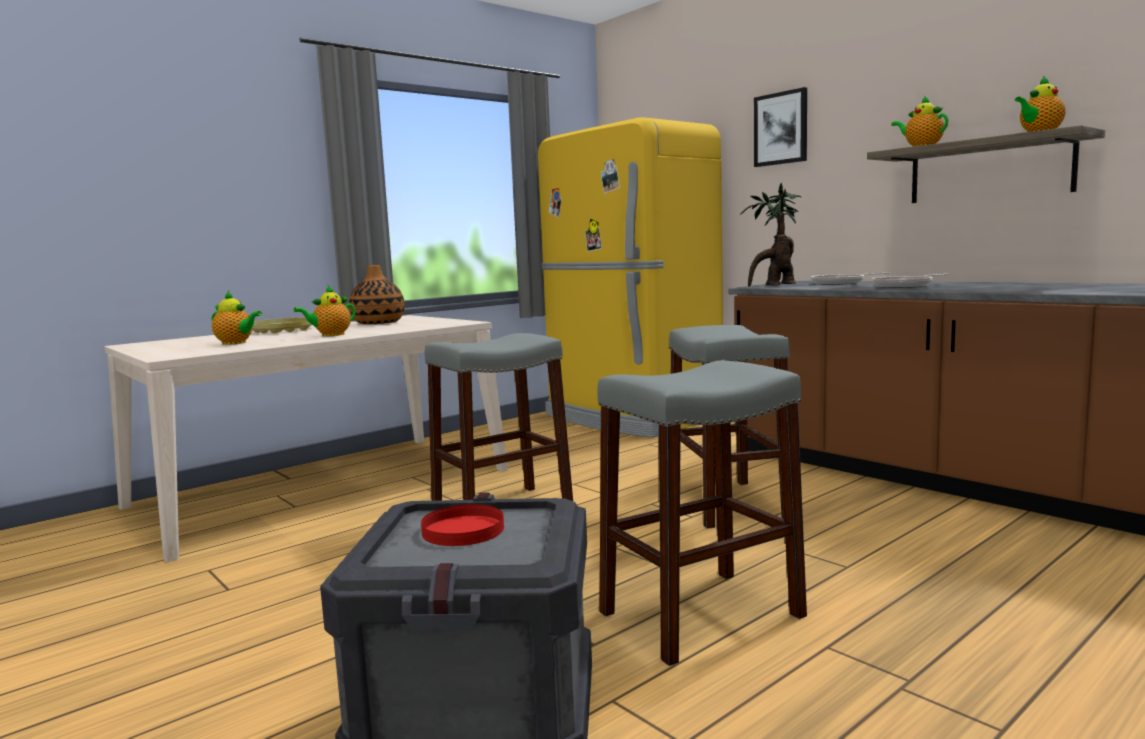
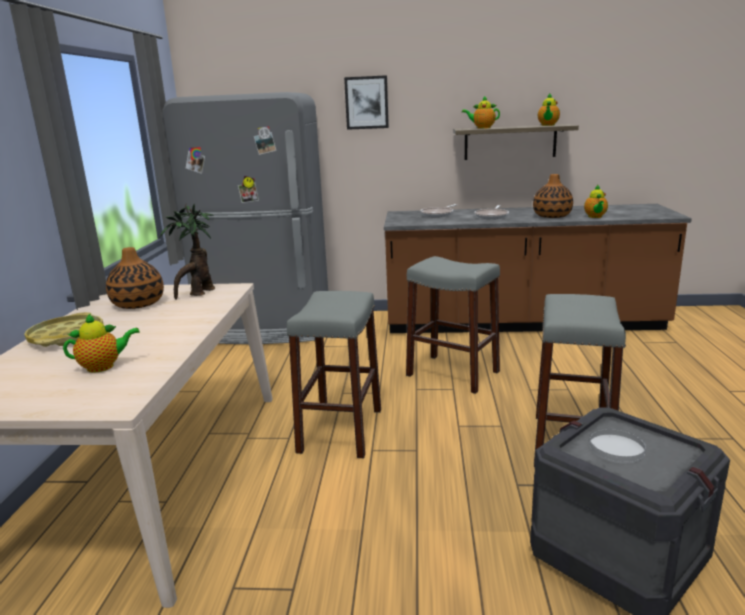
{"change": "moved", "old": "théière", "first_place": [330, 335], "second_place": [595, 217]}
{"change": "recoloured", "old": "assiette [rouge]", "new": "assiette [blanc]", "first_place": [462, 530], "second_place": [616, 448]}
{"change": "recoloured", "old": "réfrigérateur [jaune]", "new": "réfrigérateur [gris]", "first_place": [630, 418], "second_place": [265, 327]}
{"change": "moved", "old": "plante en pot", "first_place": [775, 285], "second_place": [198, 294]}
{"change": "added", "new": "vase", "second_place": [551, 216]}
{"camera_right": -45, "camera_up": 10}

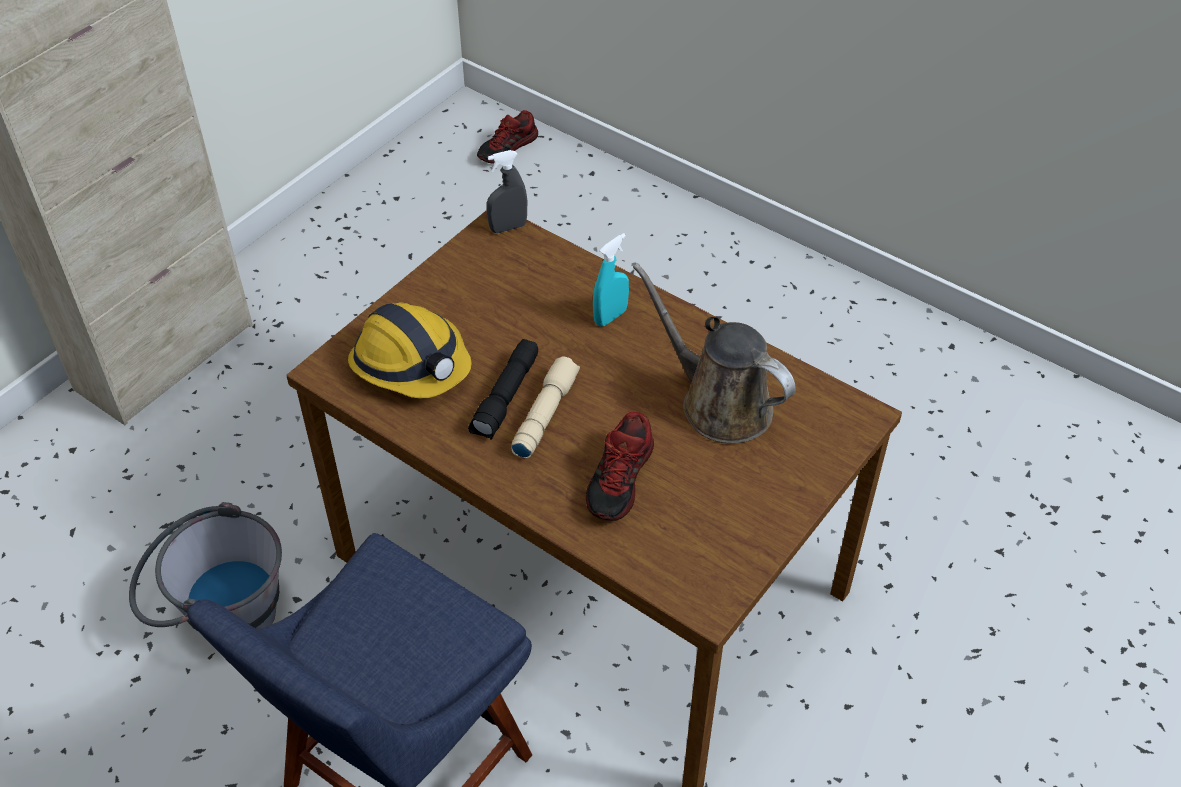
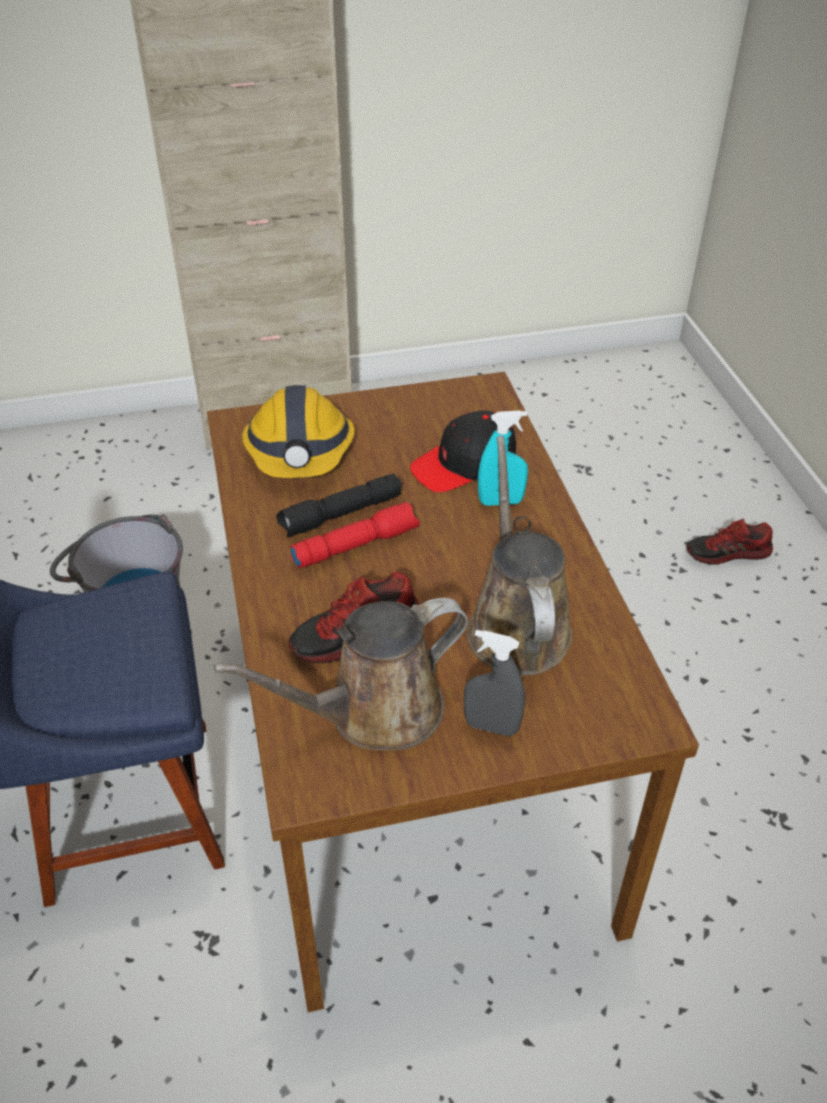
{"change": "moved", "old": "chaussure", "first_place": [508, 148], "second_place": [728, 553]}
{"change": "moved", "old": "vaporisateur [gris]", "first_place": [508, 227], "second_place": [491, 726]}
{"change": "recoloured", "old": "lampe de poche [beige]", "new": "lampe de poche [rouge]", "first_place": [544, 414], "second_place": [355, 544]}
{"change": "added", "new": "arrosoir [marron]", "second_place": [374, 712]}
{"change": "added", "new": "casquette [noir]", "second_place": [464, 464]}
{"camera_right": 40, "camera_up": -5}

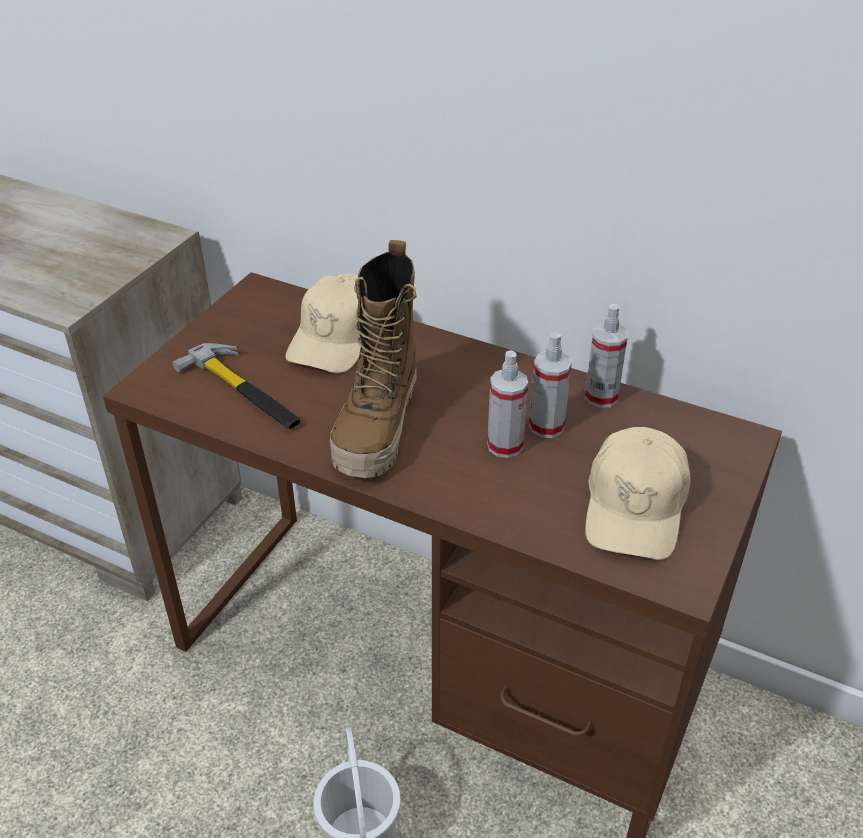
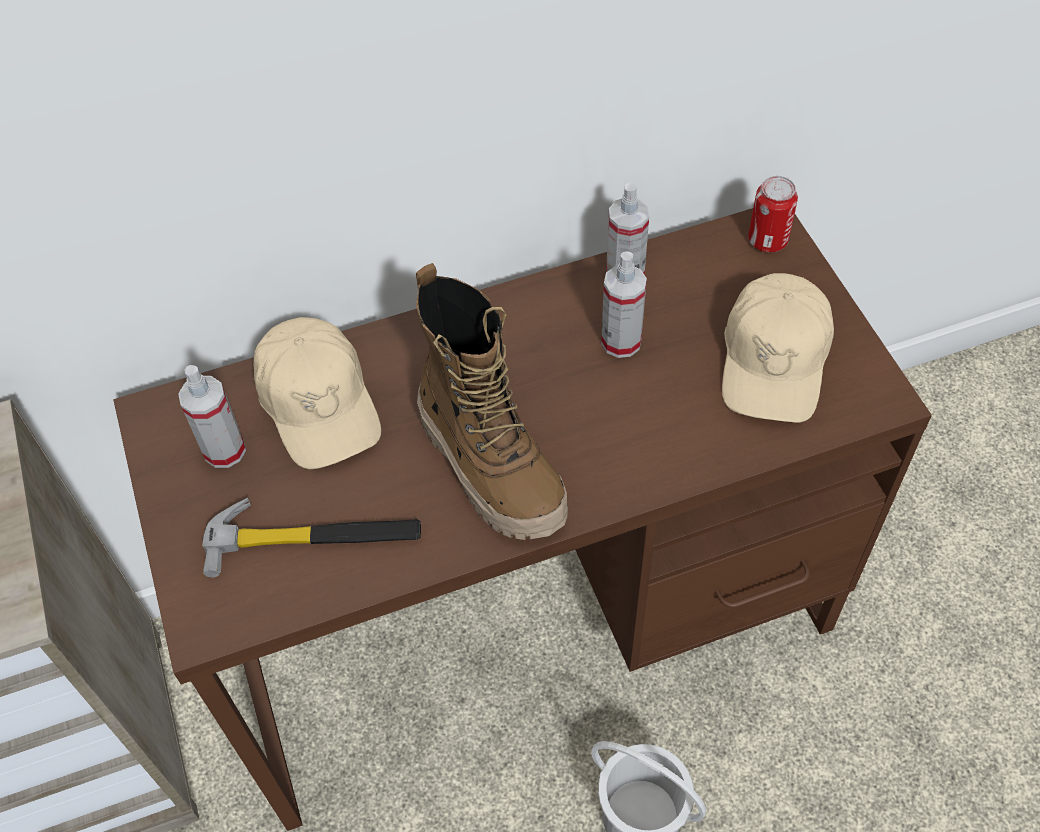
{"change": "moved", "old": "vaporisateur", "first_place": [505, 445], "second_place": [224, 450]}
{"change": "turned", "old": "casquette [beige]", "first_place": [635, 506], "second_place": [774, 360], "degrees": 45}
{"change": "added", "new": "boîte métallique", "second_place": [767, 240]}
{"camera_right": -45, "camera_up": 15}

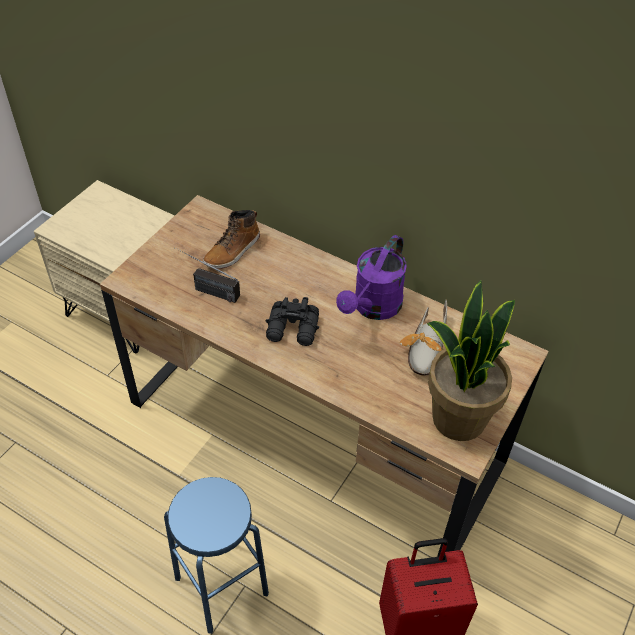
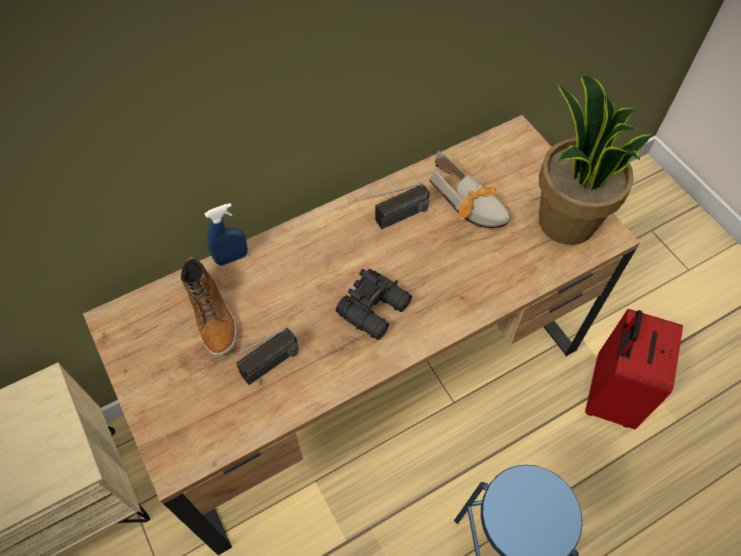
{"change": "replaced", "old": "arrosoir [violet]", "new": "radio", "first_place": [373, 308], "second_place": [389, 221]}
{"change": "added", "new": "vaporisateur [bleu]", "second_place": [232, 258]}
{"camera_right": -60, "camera_up": 10}

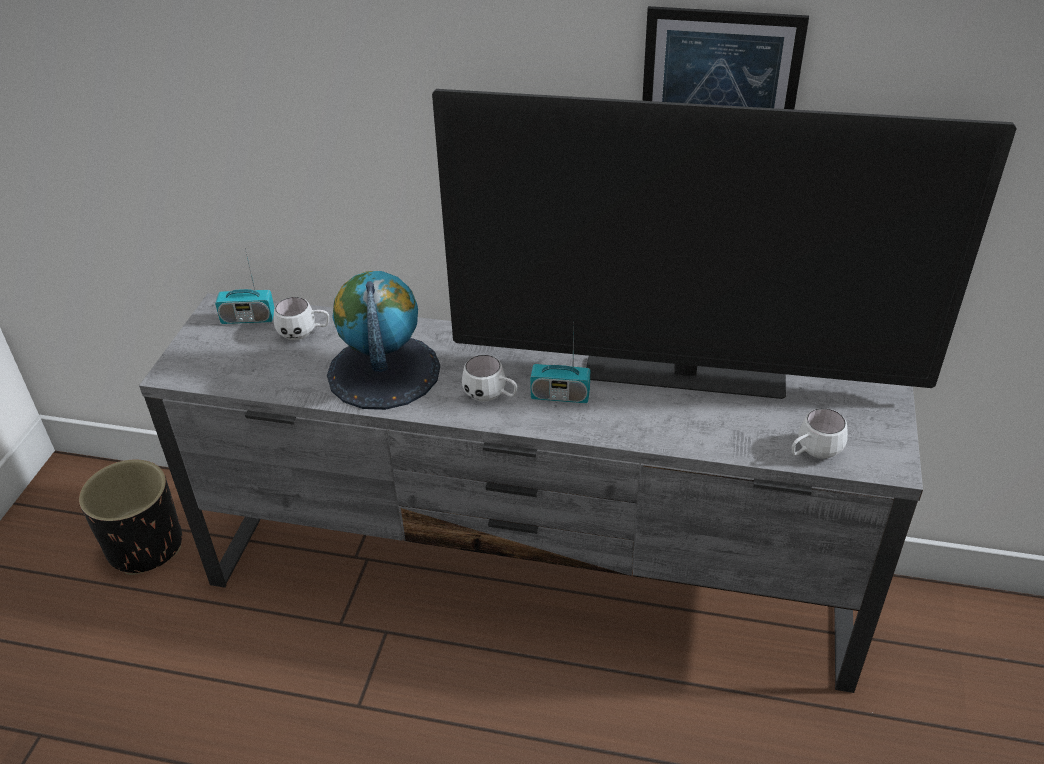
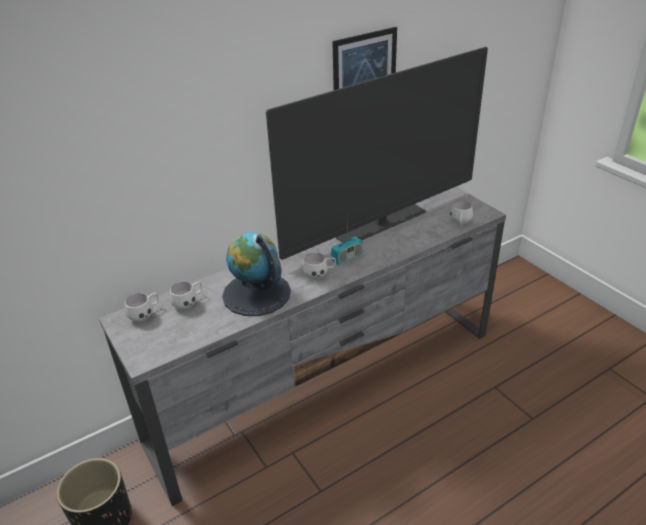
{"change": "replaced", "old": "radio", "new": "mug [blanc]", "first_place": [248, 318], "second_place": [145, 314]}
{"camera_right": -45, "camera_up": -5}

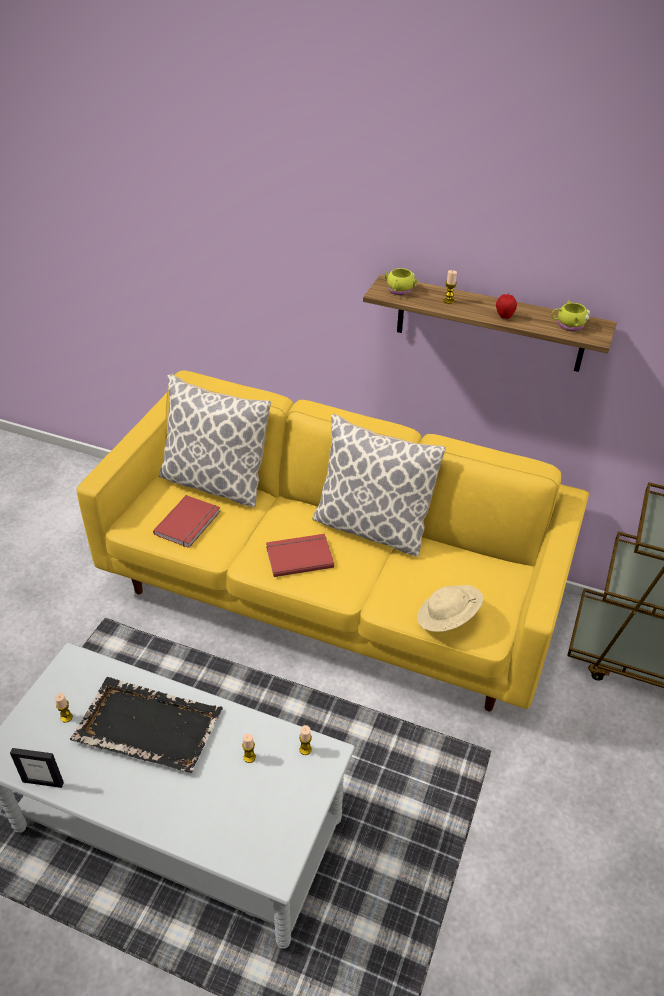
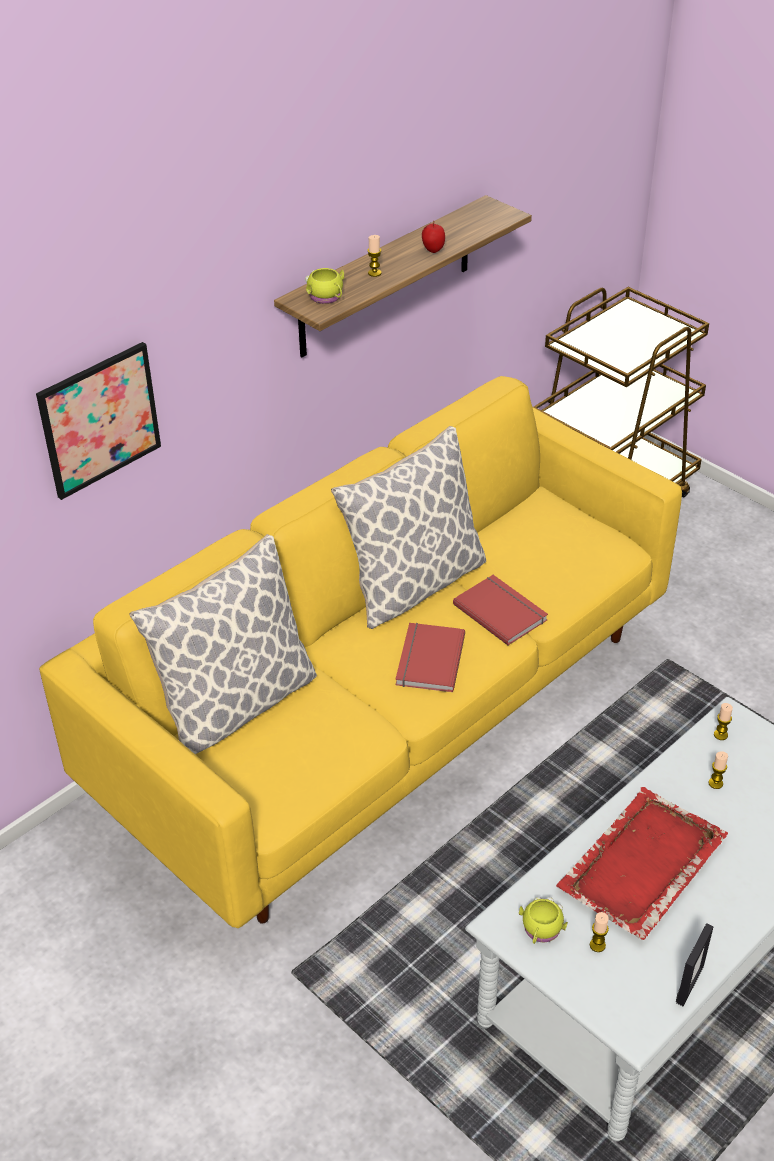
{"change": "recoloured", "old": "plateau [noir]", "new": "plateau [rouge]", "first_place": [147, 726], "second_place": [640, 866]}
{"change": "moved", "old": "livre [rouge]", "first_place": [189, 523], "second_place": [501, 611]}
{"change": "removed", "old": "chapeau [beige]", "first_place": [447, 619]}
{"change": "moved", "old": "mug [jaune]", "first_place": [568, 325], "second_place": [541, 931]}
{"change": "added", "new": "tableau", "second_place": [99, 420]}
{"camera_right": -65, "camera_up": 0}

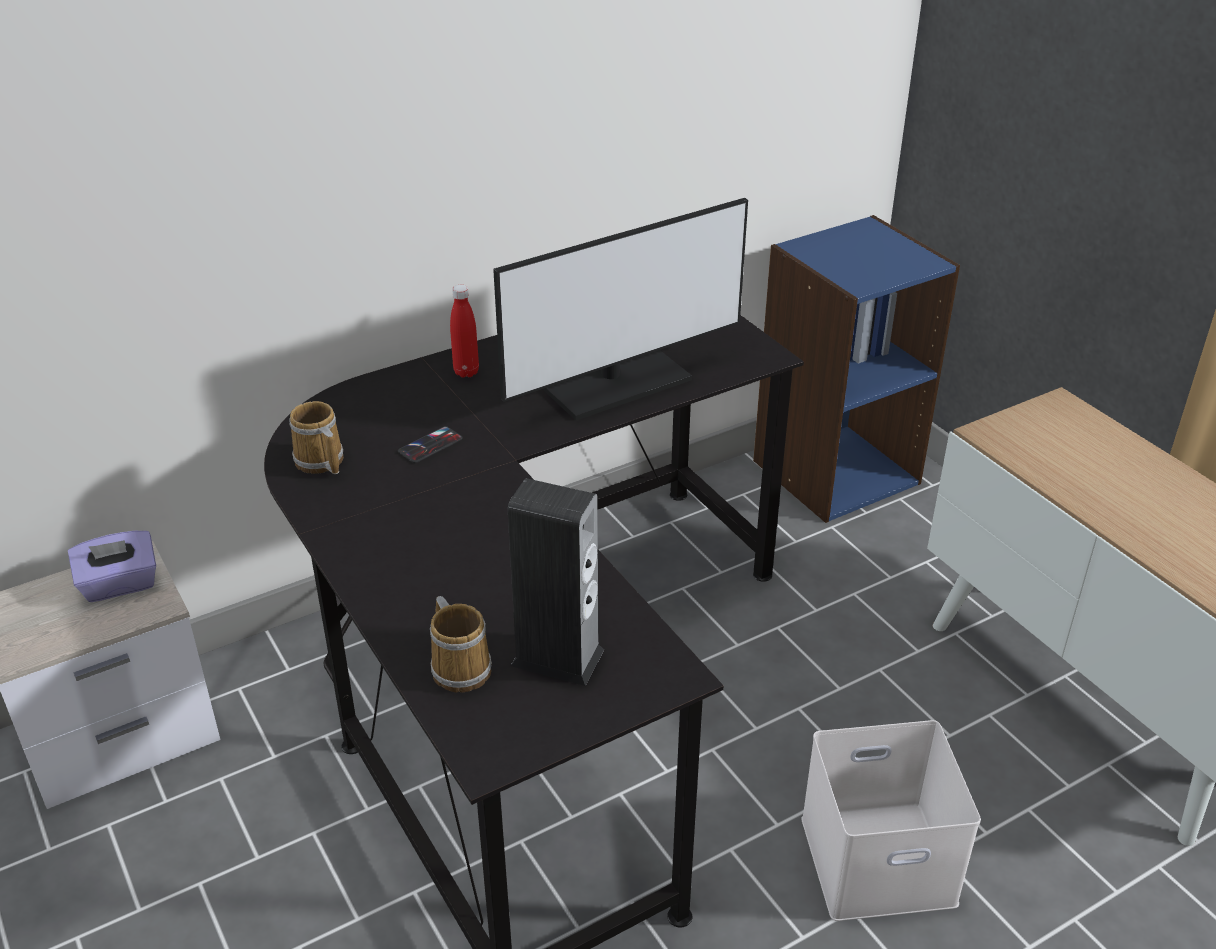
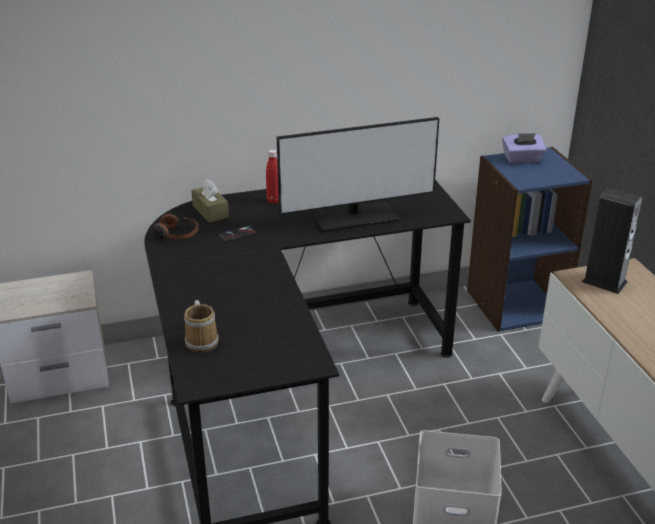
{"change": "moved", "old": "boîte à mouchoirs [violet]", "first_place": [120, 585], "second_place": [522, 160]}
{"change": "replaced", "old": "mug", "new": "casque audio", "first_place": [319, 462], "second_place": [175, 234]}
{"change": "moved", "old": "enceinte", "first_place": [557, 657], "second_place": [604, 282]}
{"change": "added", "new": "boîte à mouchoirs [marron]", "second_place": [210, 211]}
{"camera_right": 15, "camera_up": -5}

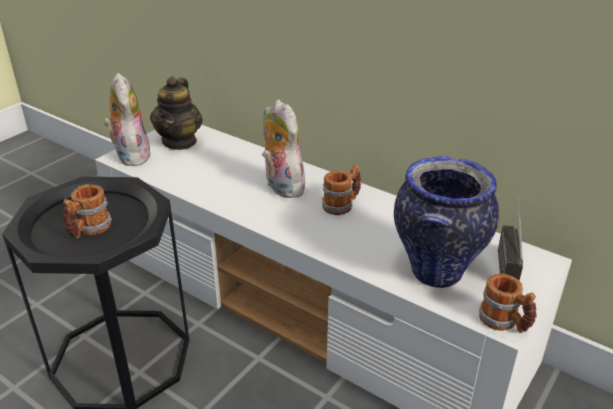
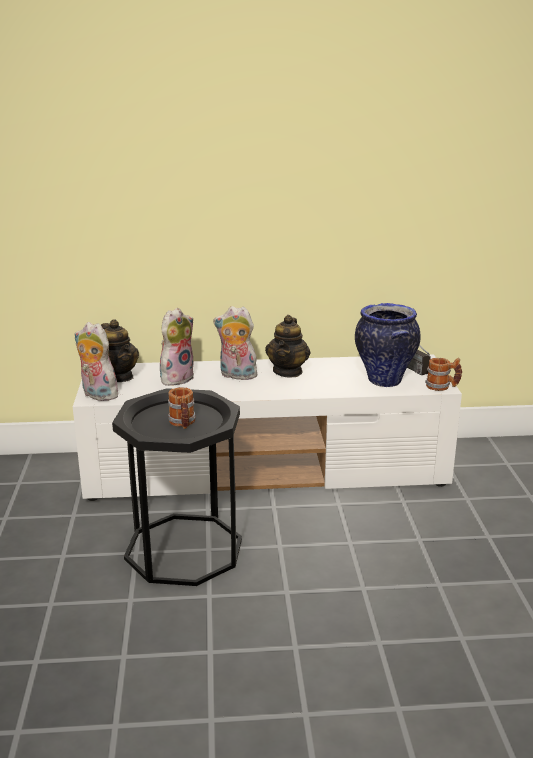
{"change": "replaced", "old": "mug", "new": "théière", "first_place": [342, 205], "second_place": [288, 371]}
{"change": "added", "new": "peluche", "second_place": [176, 378]}
{"camera_right": -40, "camera_up": -10}

